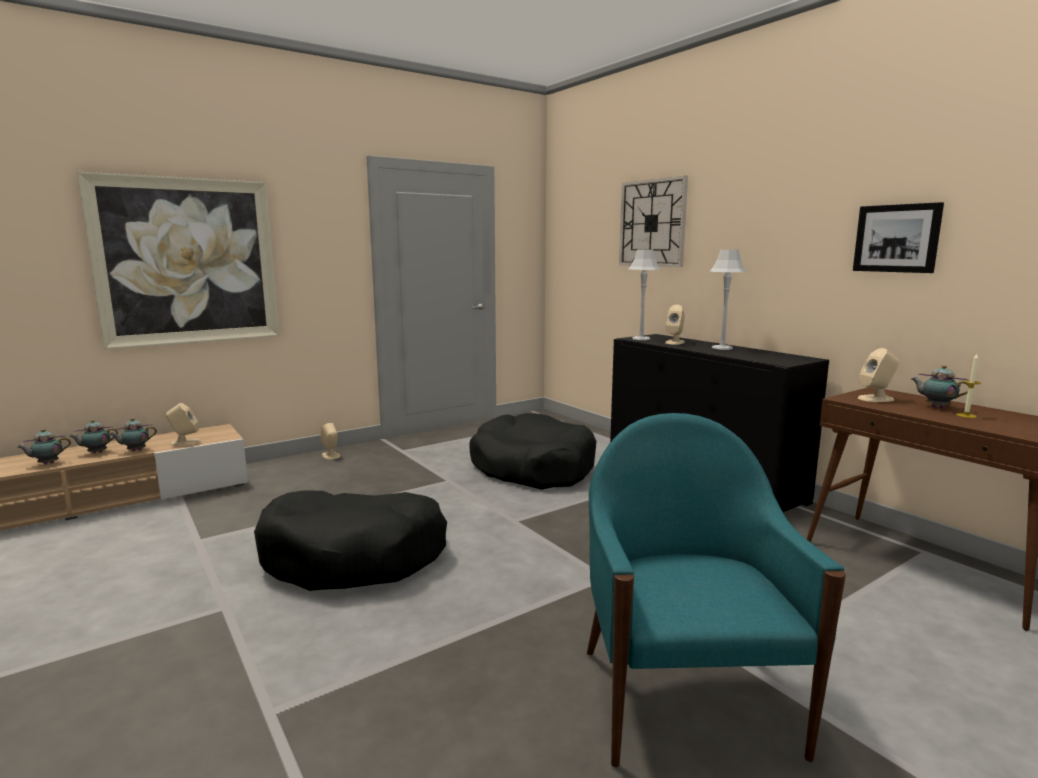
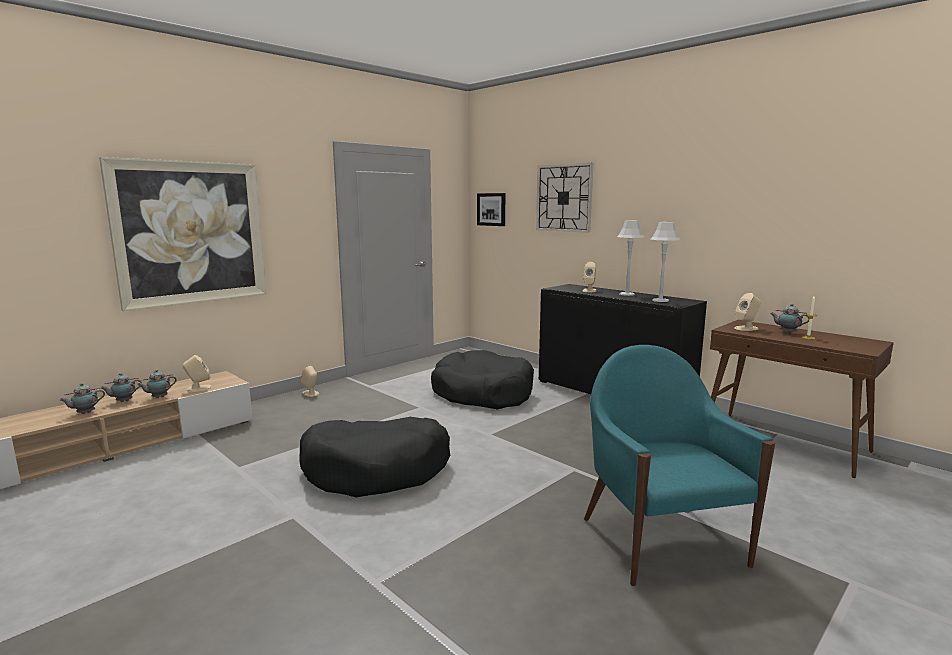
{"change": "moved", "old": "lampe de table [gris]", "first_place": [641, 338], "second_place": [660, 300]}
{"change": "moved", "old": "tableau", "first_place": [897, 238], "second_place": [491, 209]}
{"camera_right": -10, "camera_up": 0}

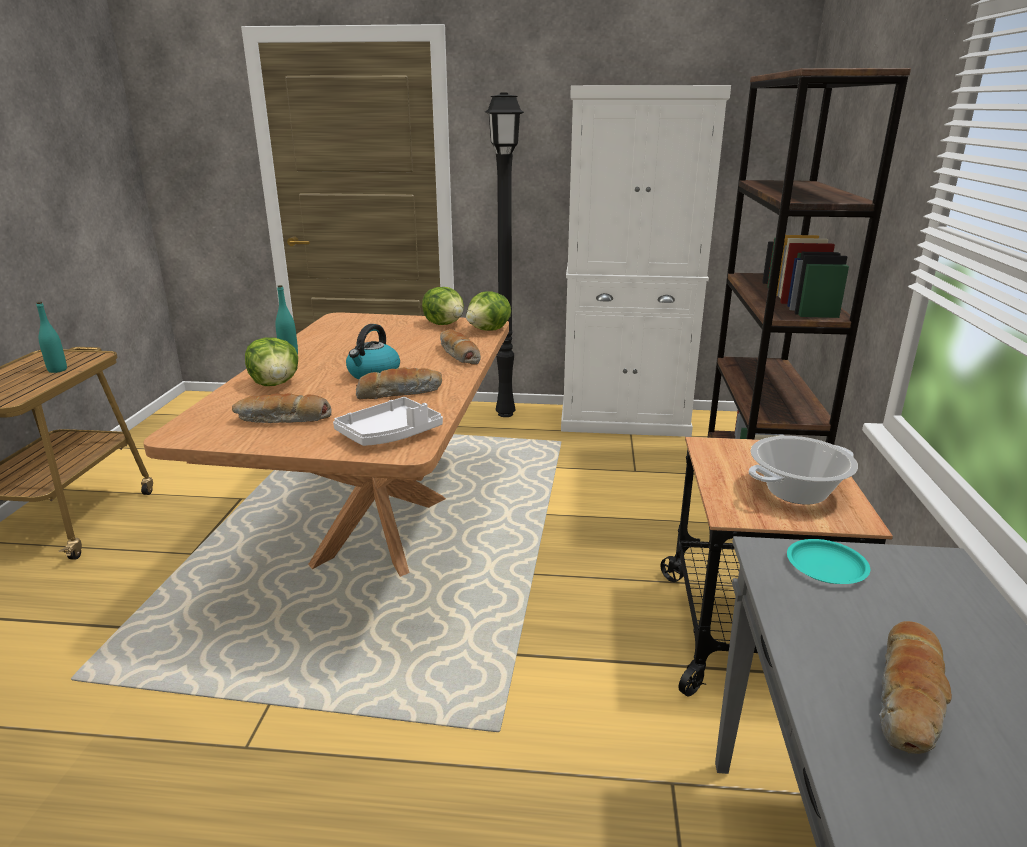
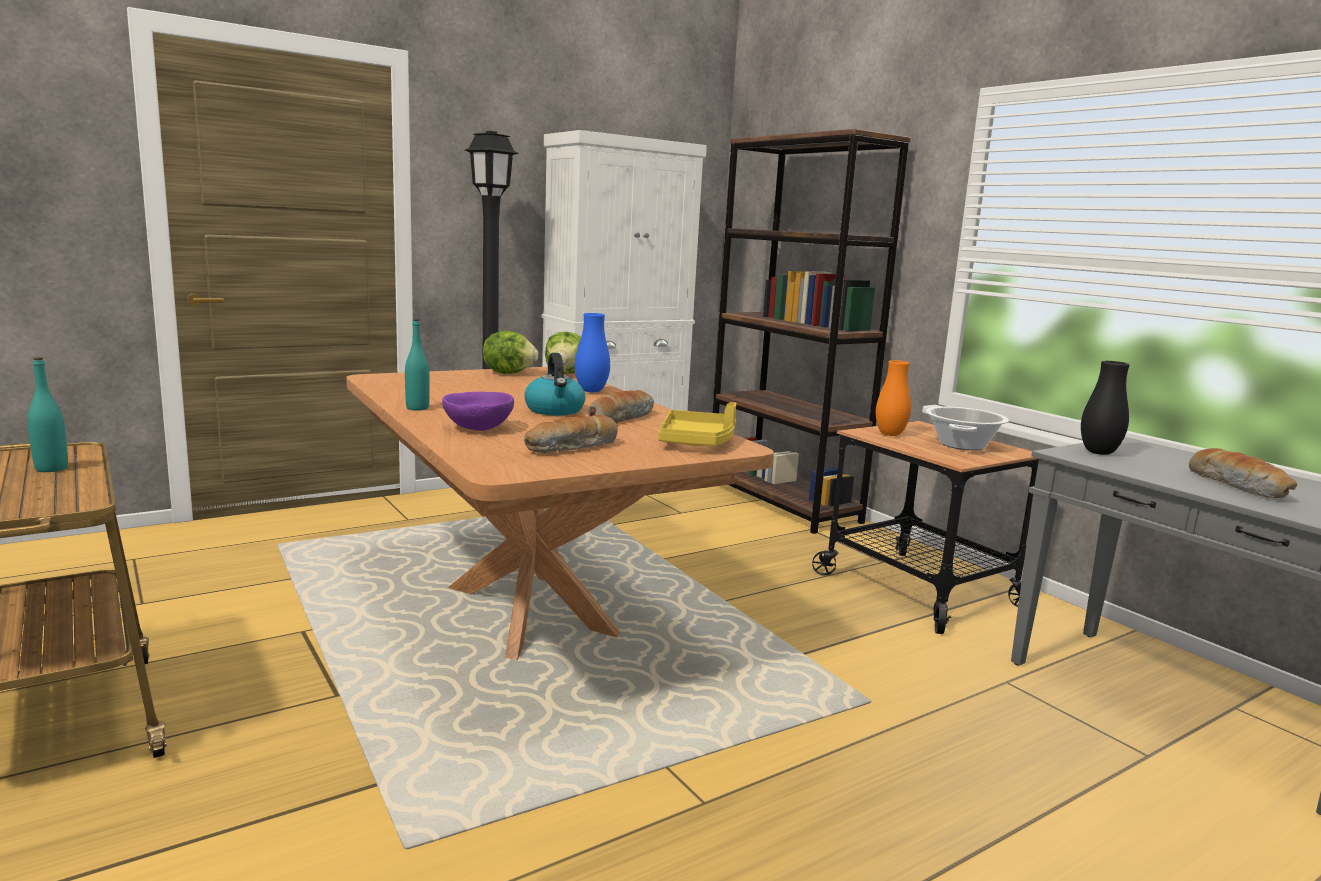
{"change": "replaced", "old": "laitue", "new": "bol [violet]", "first_place": [275, 384], "second_place": [477, 428]}
{"change": "recoloured", "old": "plateau [blanc]", "new": "plateau [jaune]", "first_place": [390, 434], "second_place": [697, 442]}
{"change": "replaced", "old": "pain", "new": "vase [bleu]", "first_place": [458, 355], "second_place": [591, 391]}
{"change": "replaced", "old": "assiette [turquoise]", "new": "vase [noir]", "first_place": [827, 566], "second_place": [1099, 452]}
{"change": "added", "new": "vase [orange]", "second_place": [890, 434]}
{"camera_right": -40, "camera_up": -10}

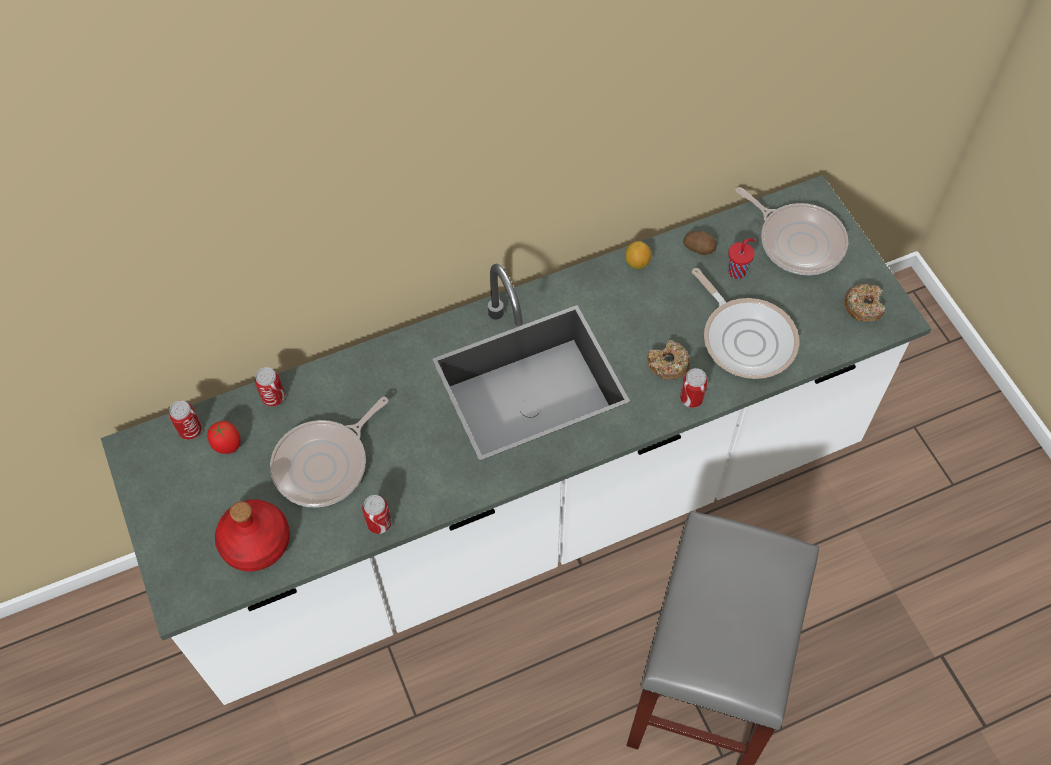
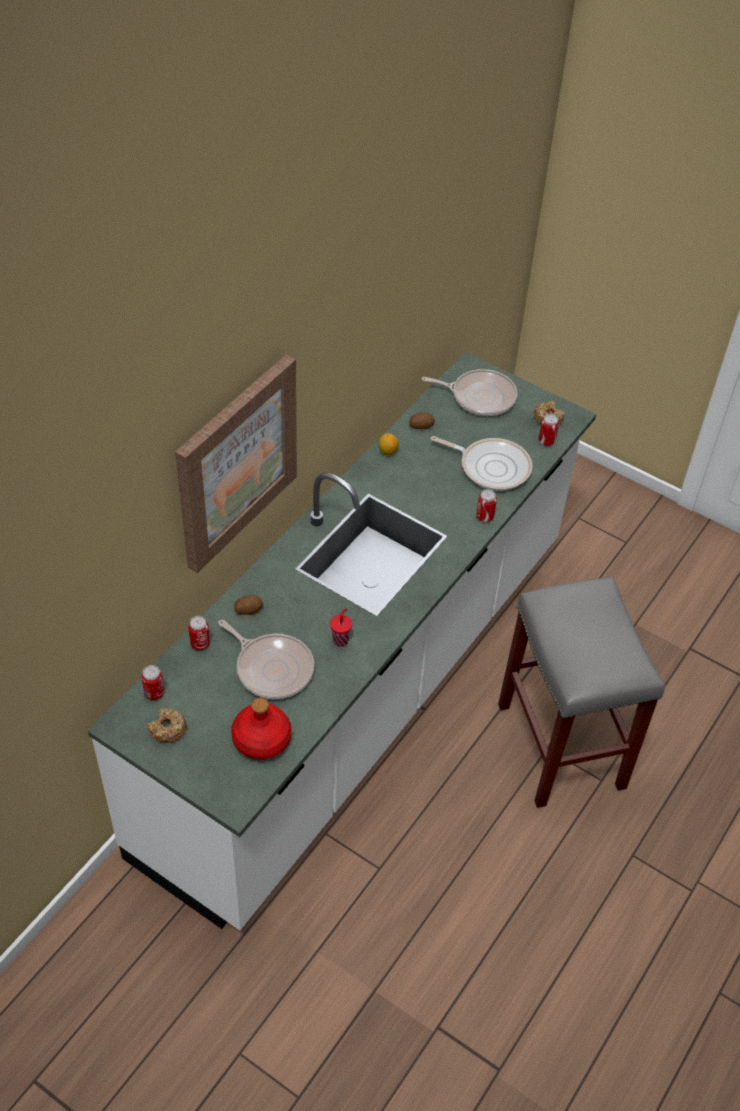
{"change": "removed", "old": "tomate", "first_place": [227, 445]}
{"change": "turned", "old": "poêle", "first_place": [325, 464], "second_place": [272, 668], "degrees": -60}
{"change": "moved", "old": "boîte métallique", "first_place": [379, 523], "second_place": [546, 441]}
{"change": "moved", "old": "beignet", "first_place": [668, 364], "second_place": [168, 729]}
{"change": "moved", "old": "tasse [rouge]", "first_place": [737, 271], "second_place": [341, 640]}
{"change": "added", "new": "tableau", "second_place": [235, 462]}
{"change": "added", "new": "pomme de terre", "second_place": [248, 609]}
{"camera_right": -35, "camera_up": -10}

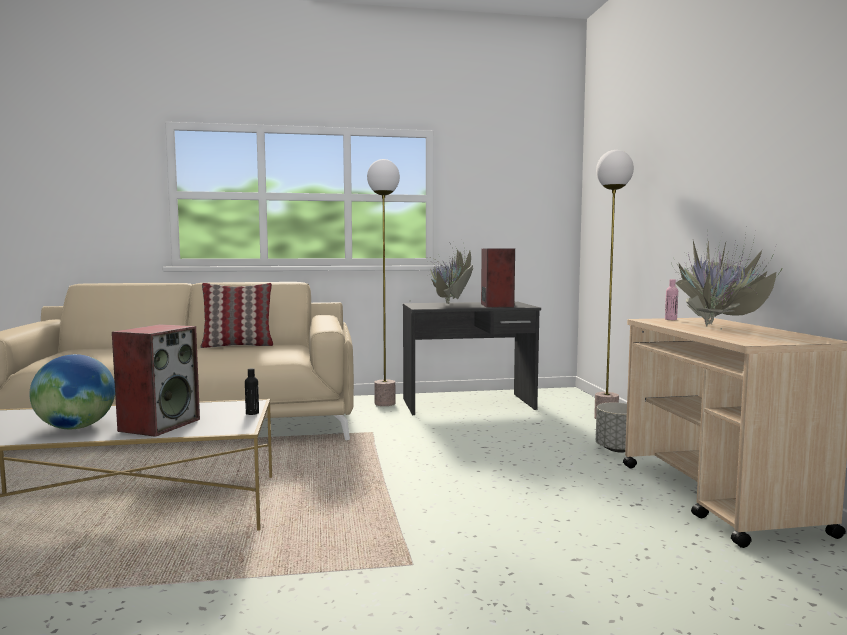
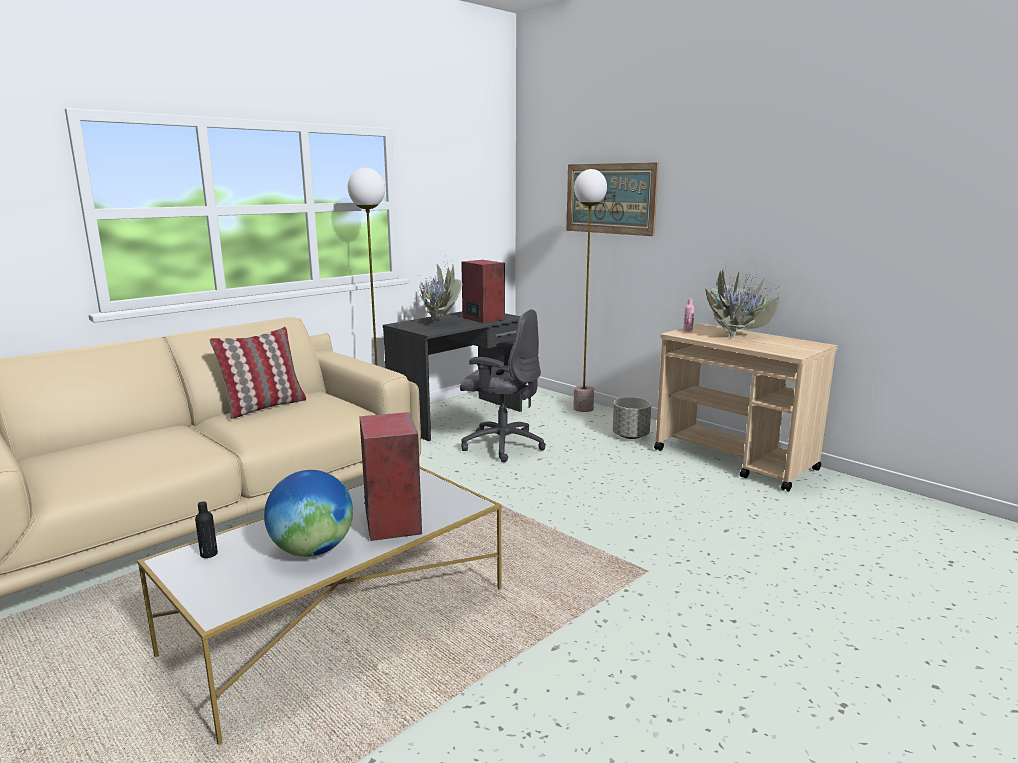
{"change": "moved", "old": "bouteille [noir]", "first_place": [252, 413], "second_place": [209, 554]}
{"change": "added", "new": "chaise de bureau [gris]", "second_place": [502, 445]}
{"change": "added", "new": "tableau", "second_place": [610, 198]}
{"camera_right": -35, "camera_up": 10}

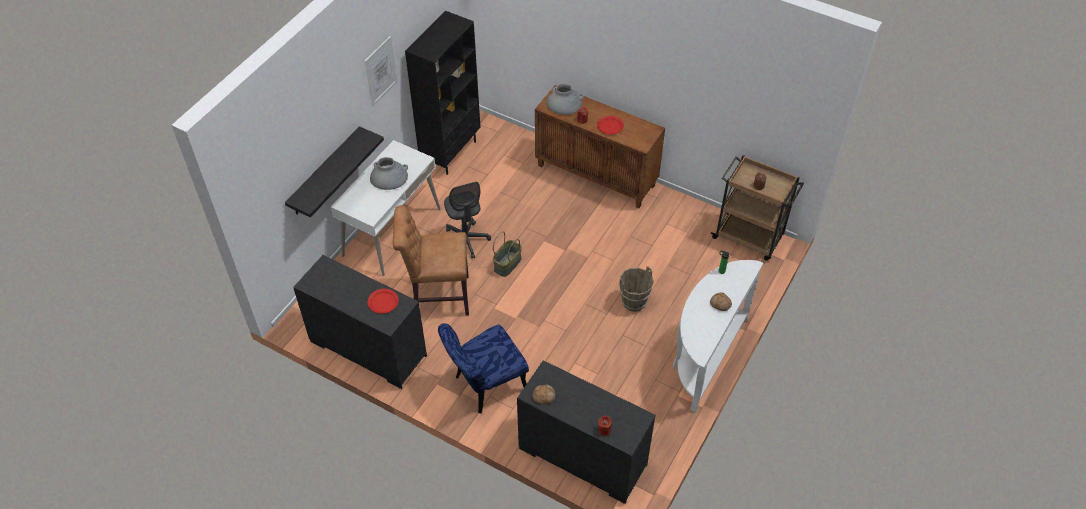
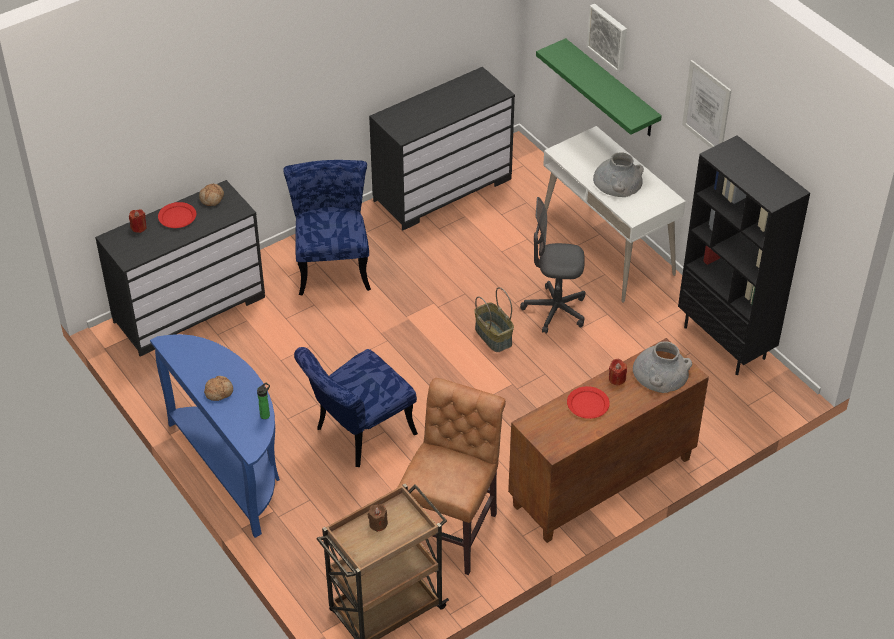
{"change": "recoloured", "old": "étagère [noir]", "new": "étagère [vert]", "first_place": [325, 172], "second_place": [611, 89]}
{"change": "moved", "old": "assiette [rouge]", "first_place": [383, 302], "second_place": [177, 217]}
{"change": "moved", "old": "chaise [marron]", "first_place": [437, 296], "second_place": [452, 529]}
{"change": "replaced", "old": "seau [marron]", "new": "chaise [bleu]", "first_place": [634, 302], "second_place": [358, 434]}
{"change": "recoloured", "old": "table console [blanc]", "new": "table console [bleu]", "first_place": [705, 356], "second_place": [233, 468]}
{"change": "added", "new": "tableau", "second_place": [608, 36]}
{"camera_right": 115, "camera_up": -5}

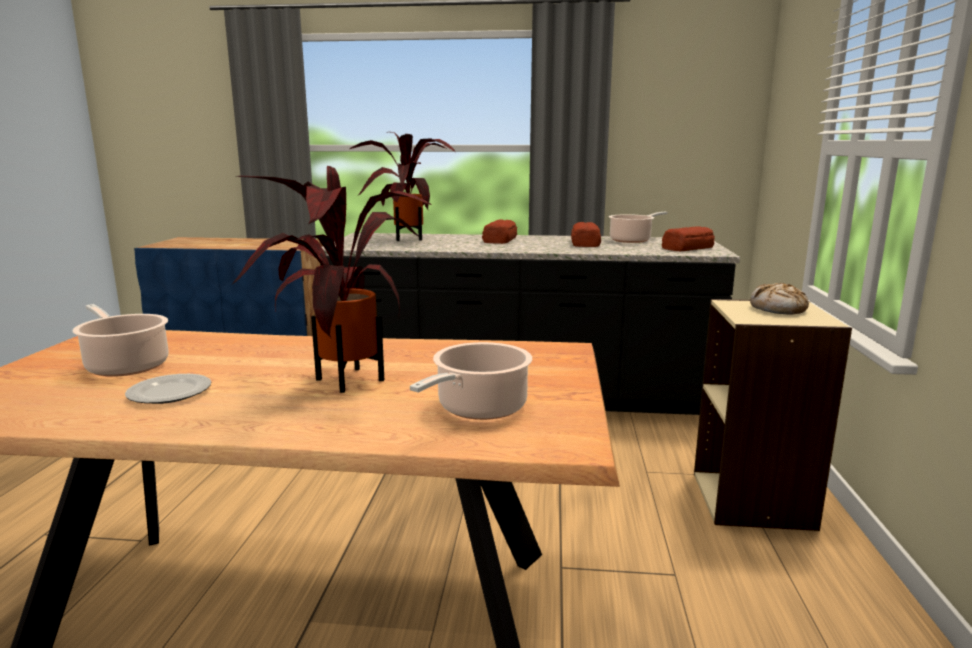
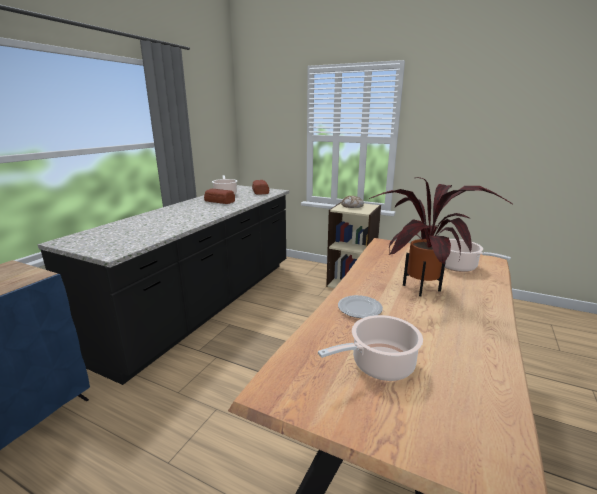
{"change": "moved", "old": "assiette", "first_place": [169, 393], "second_place": [360, 309]}
{"change": "removed", "old": "plante en pot", "first_place": [407, 239]}
{"change": "removed", "old": "pain", "first_place": [500, 240]}
{"camera_right": -70, "camera_up": 5}

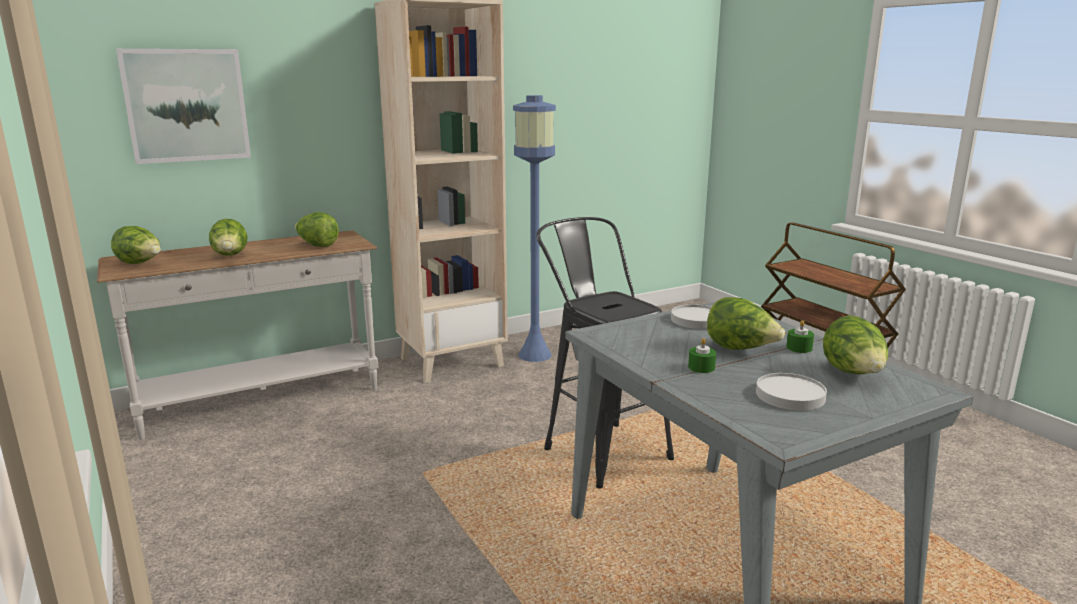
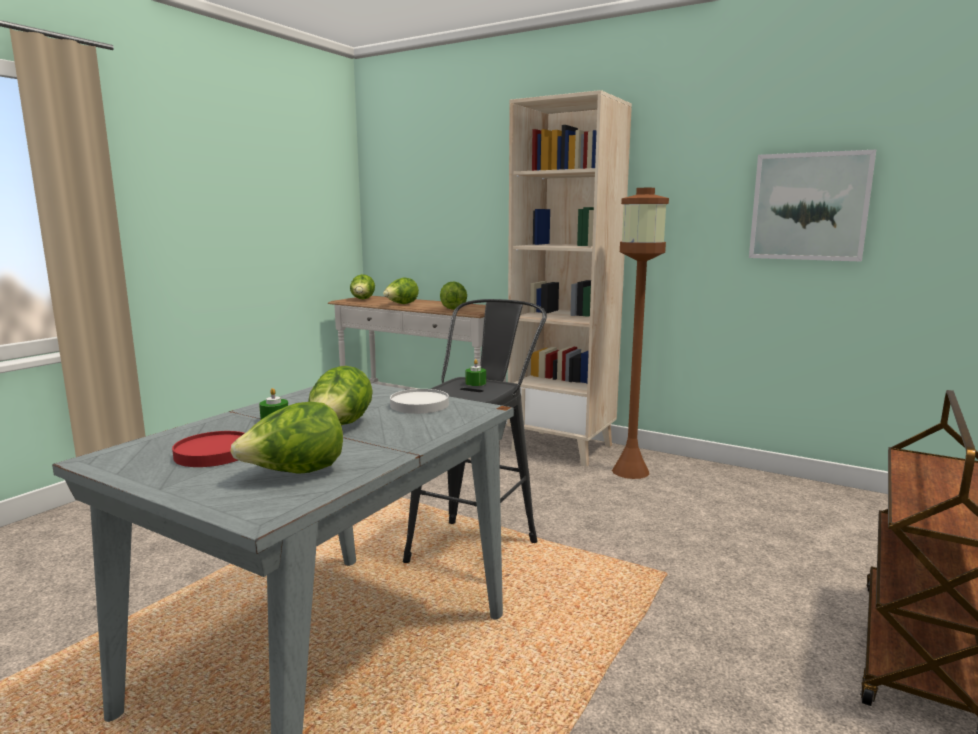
{"change": "moved", "old": "tableau", "first_place": [186, 105], "second_place": [809, 207]}
{"change": "recoloured", "old": "lampadaire [bleu]", "new": "lampadaire [marron]", "first_place": [535, 355], "second_place": [631, 471]}
{"change": "recoloured", "old": "assiette [blanc]", "new": "assiette [rouge]", "first_place": [789, 395], "second_place": [213, 453]}
{"change": "moved", "old": "bougie [vert]", "first_place": [799, 348], "second_place": [475, 383]}
{"camera_right": 60, "camera_up": -5}

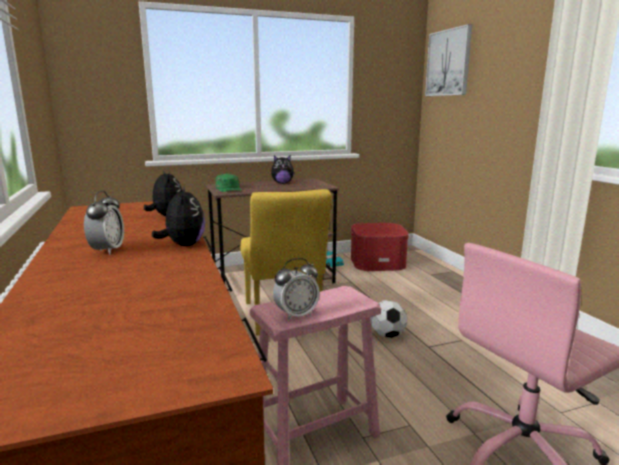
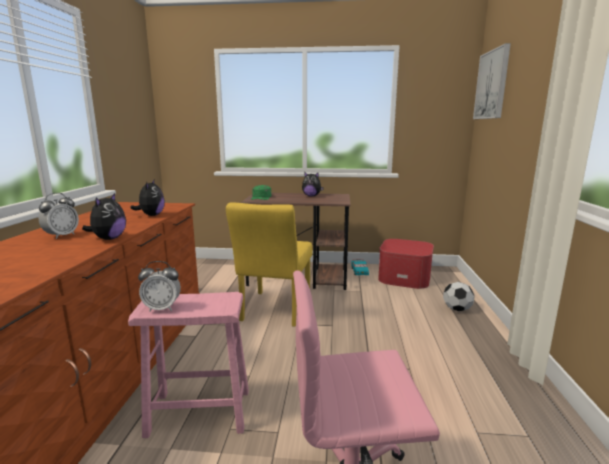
{"change": "moved", "old": "ballon de foot", "first_place": [387, 335], "second_place": [457, 309]}
{"camera_right": 25, "camera_up": 0}

